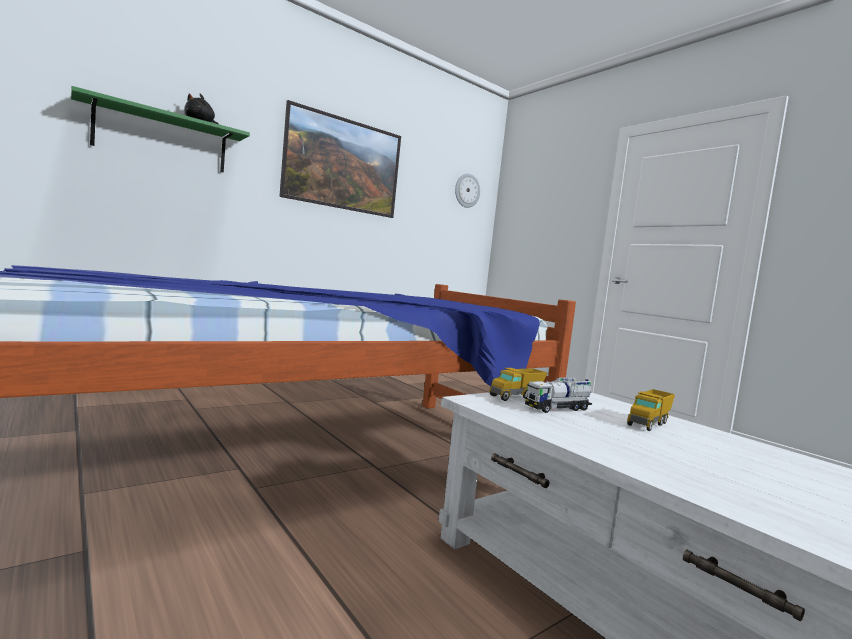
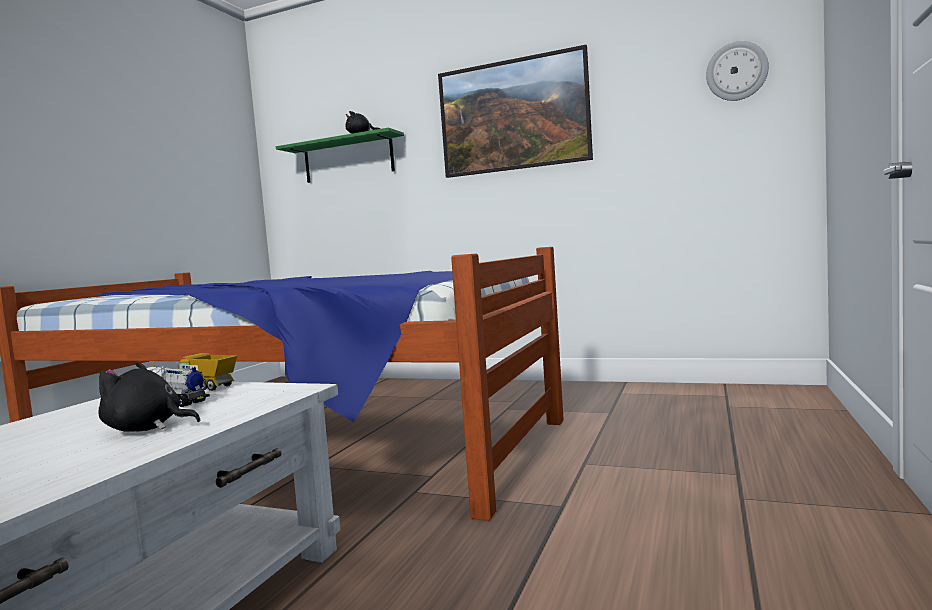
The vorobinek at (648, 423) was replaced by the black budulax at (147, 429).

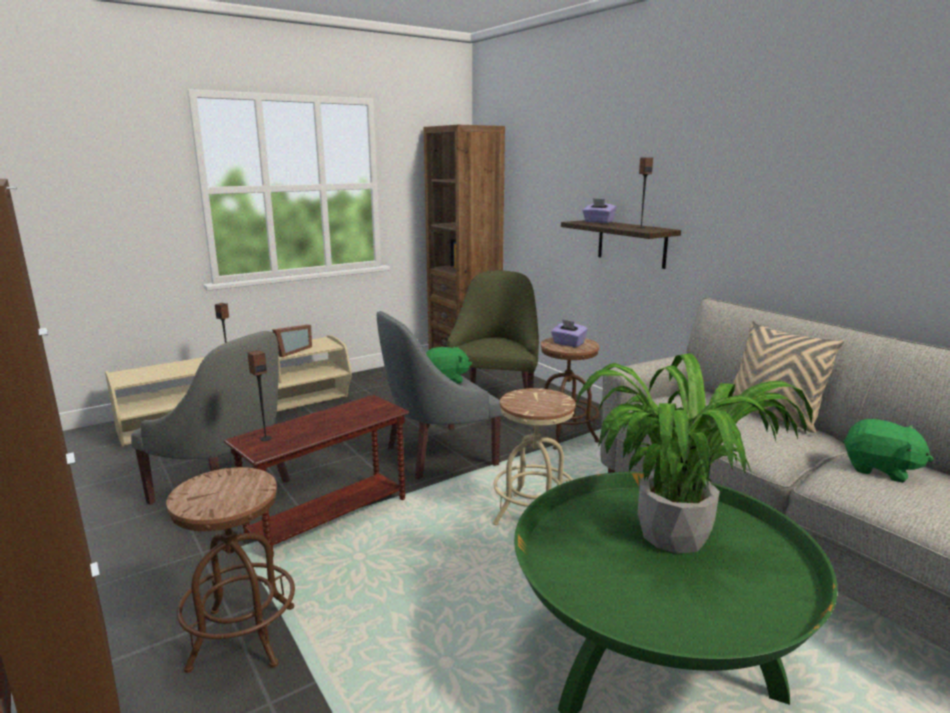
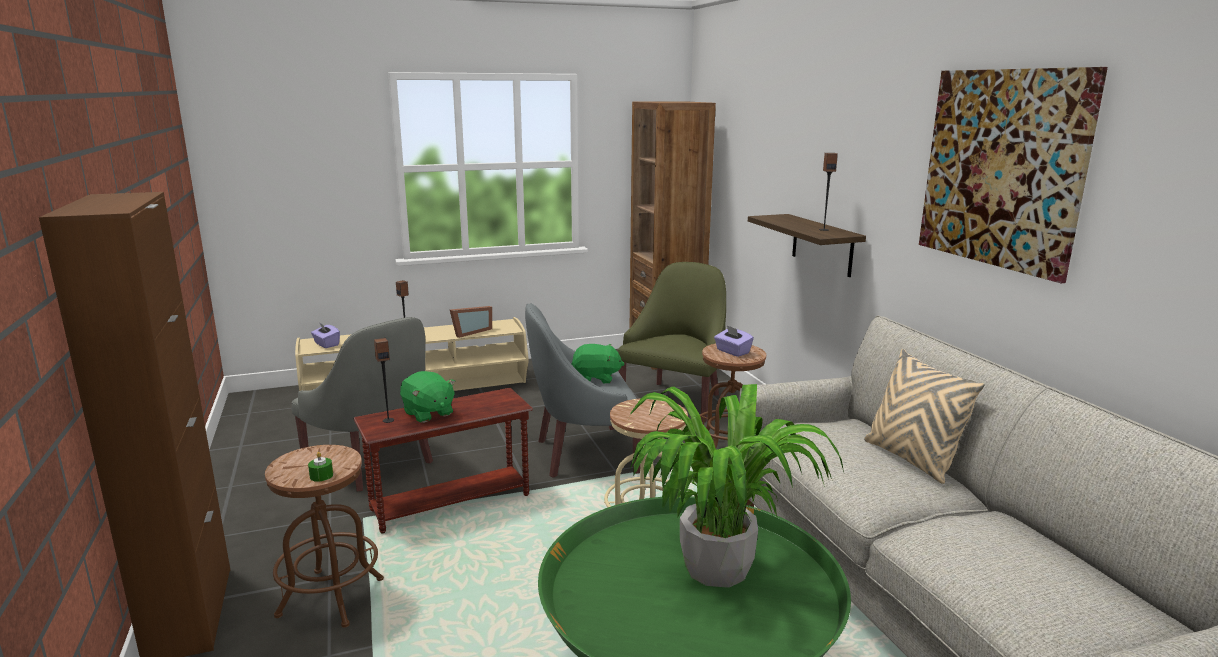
The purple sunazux moved from (598, 222) to (326, 344).
The green budulax moved from (880, 470) to (428, 413).
The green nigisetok at (321, 476) appeared.
The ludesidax at (1002, 169) appeared.

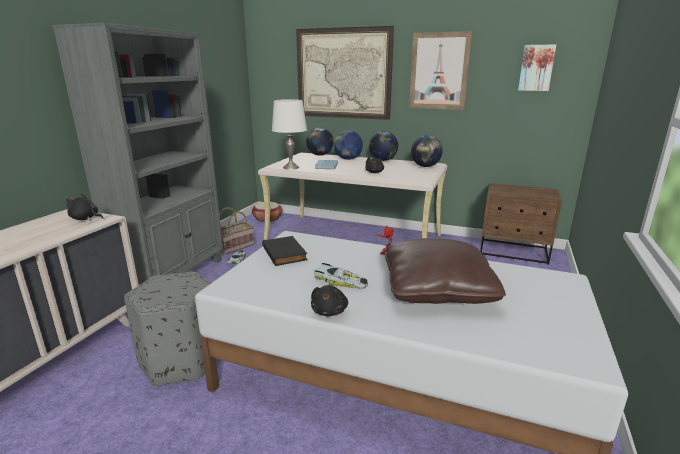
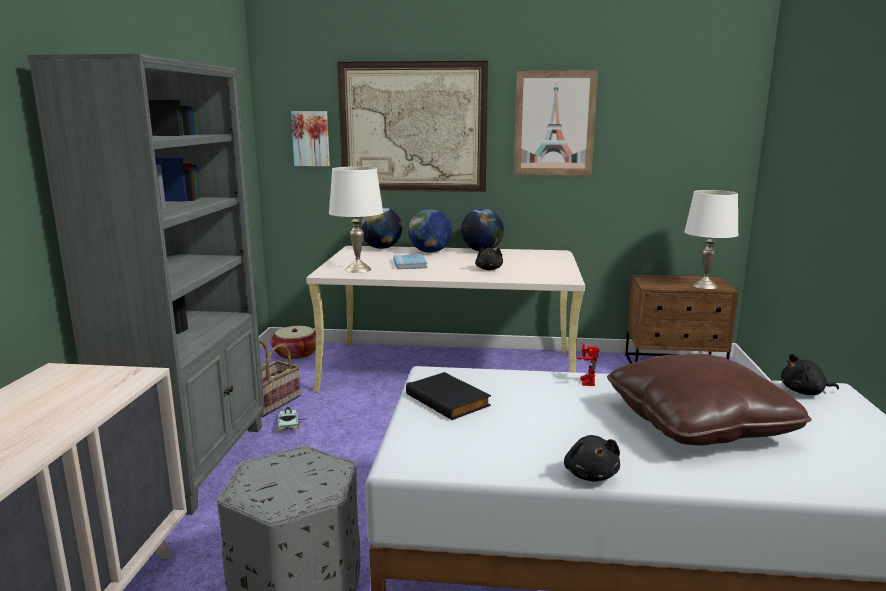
The black budulax moved from (85, 218) to (805, 392).
The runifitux at (341, 281) disappeared.
The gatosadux at (425, 166) disappeared.
The ludesidax moved from (536, 68) to (311, 138).
The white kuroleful at (705, 286) appeared.

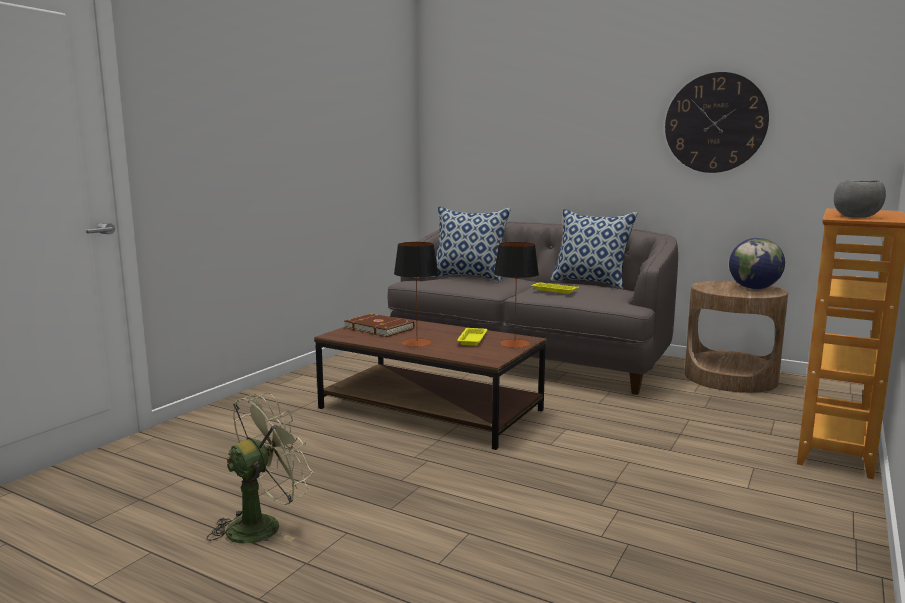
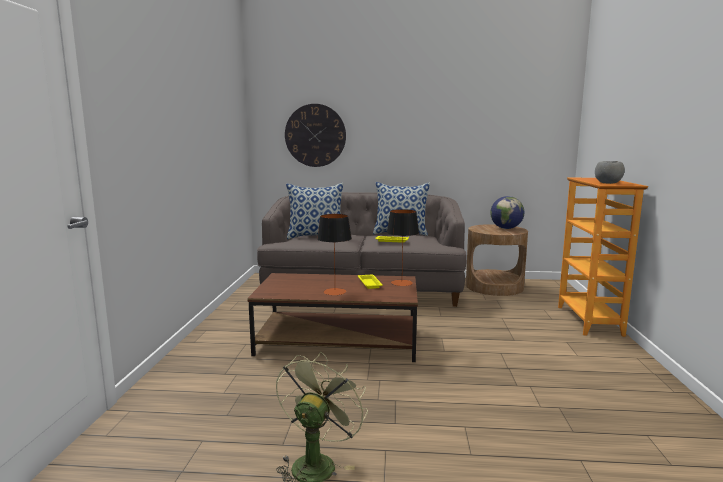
The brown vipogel at (379, 328) disappeared.
The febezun moved from (715, 123) to (315, 135).

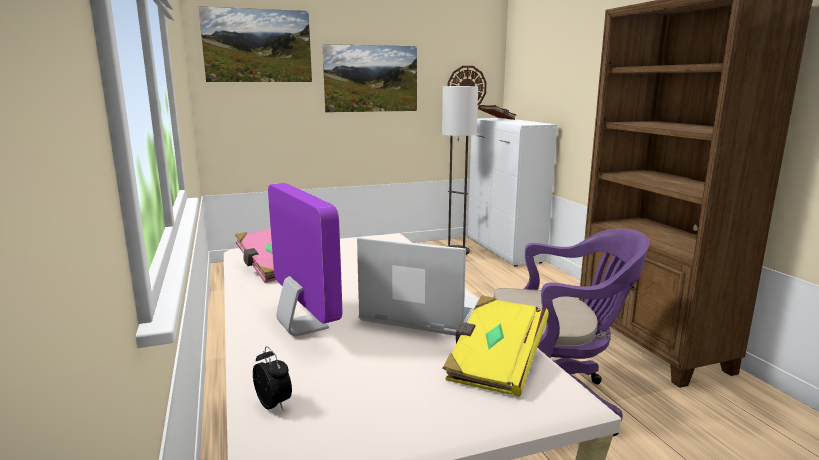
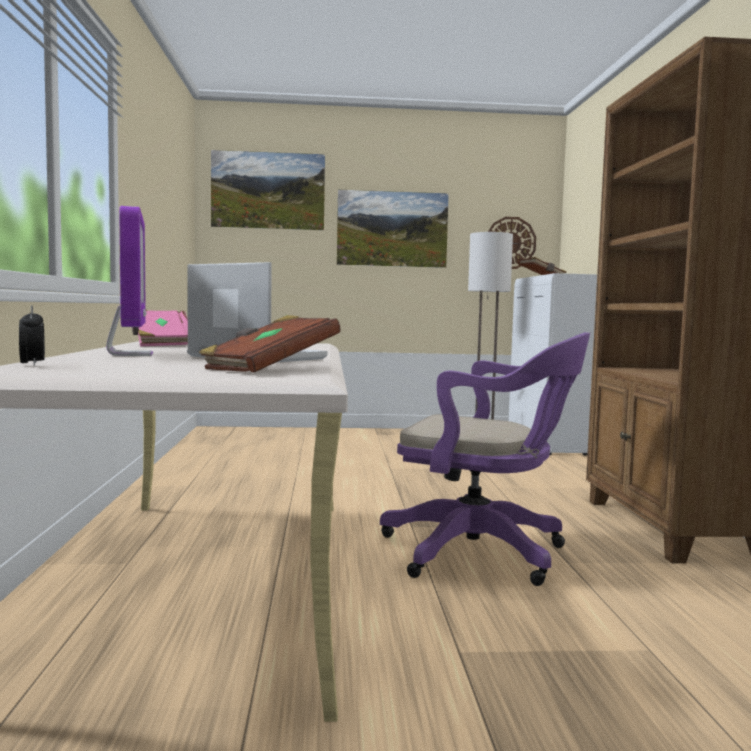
The yellow vipogel at (494, 364) became the brown vipogel at (270, 369).

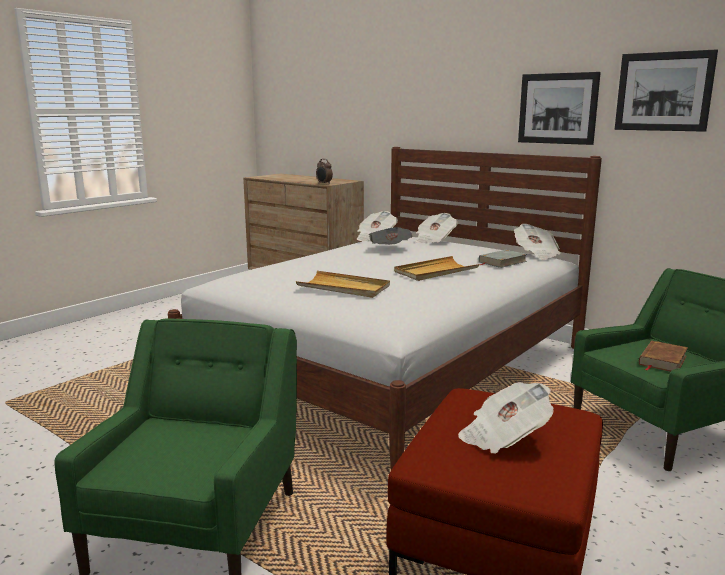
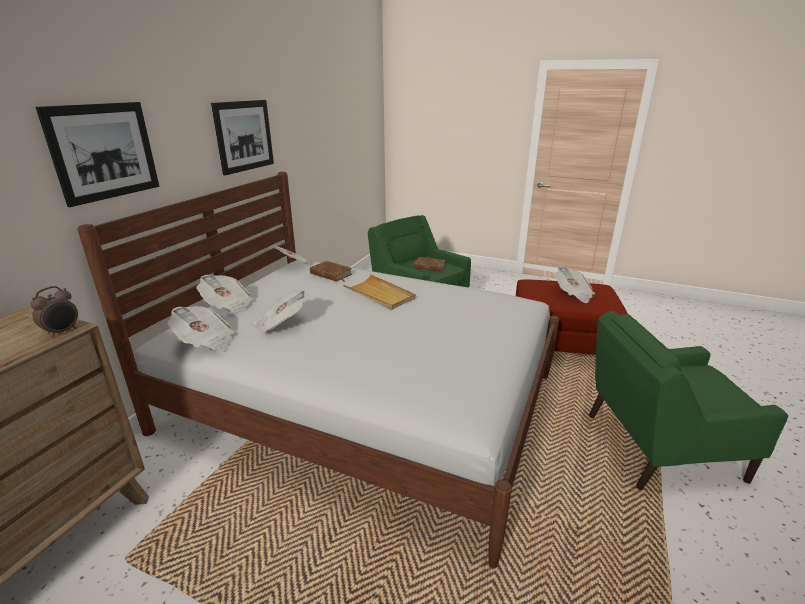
The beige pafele at (344, 288) disappeared.
The grey vipogel at (502, 262) became the brown vipogel at (331, 274).
The ludesidax moved from (663, 91) to (104, 151).

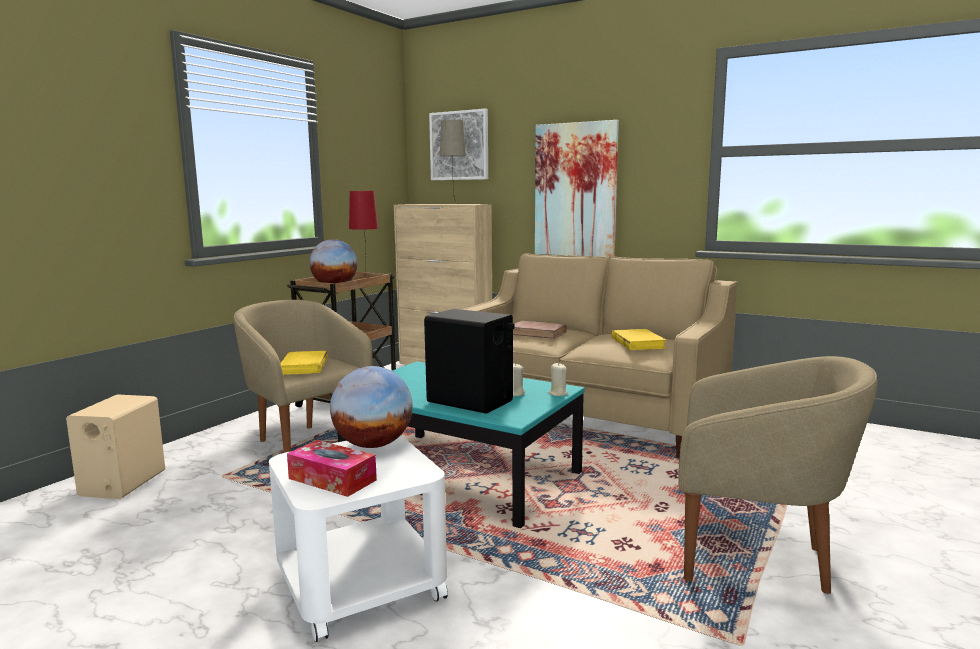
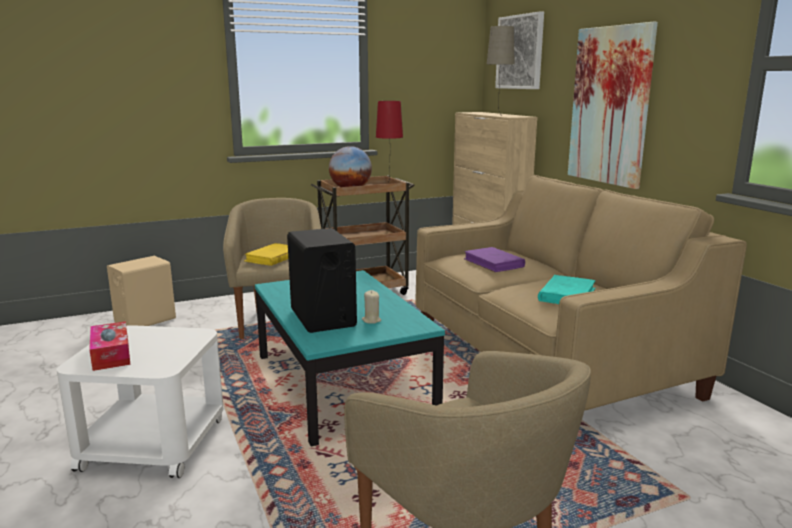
The gatosadux at (373, 445) disappeared.
The brown vipogel at (537, 333) became the purple vipogel at (493, 263).
The beige nigisetok at (557, 393) disappeared.
The yellow vipogel at (637, 343) became the turquoise vipogel at (567, 295).

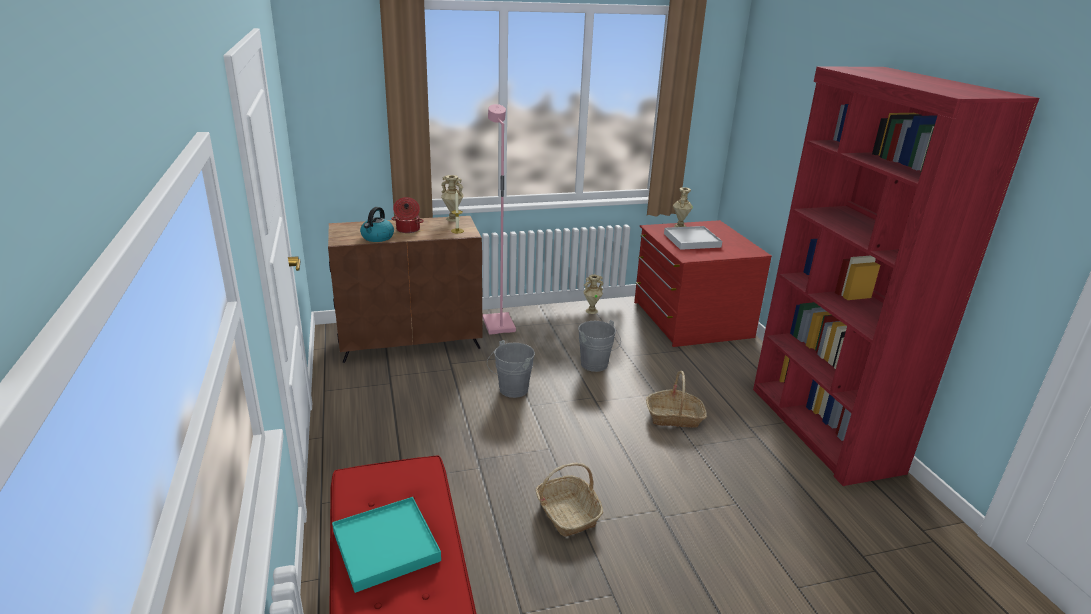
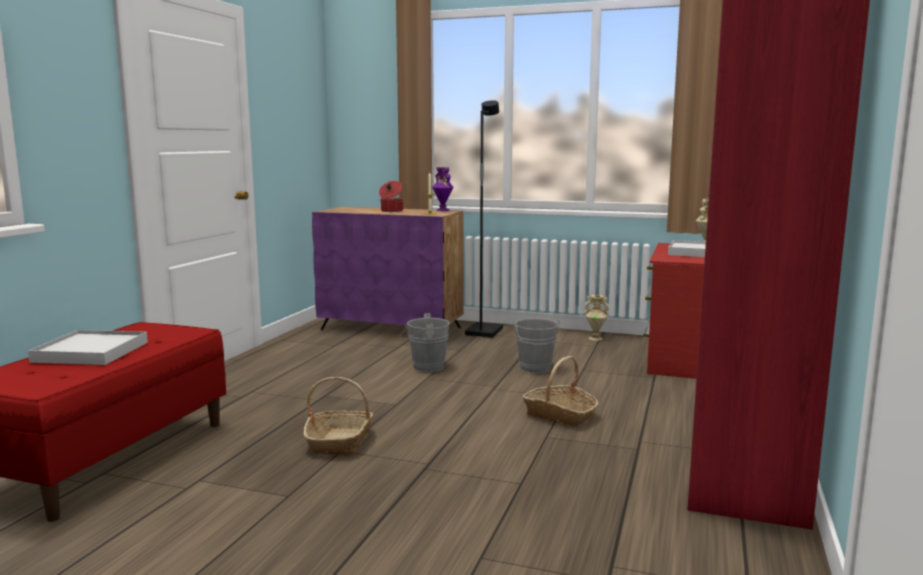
The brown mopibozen at (411, 341) became the purple mopibozen at (392, 328).
The turquoise pafele at (386, 546) became the white pafele at (91, 352).
The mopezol at (377, 237) disappeared.
The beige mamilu at (452, 219) became the purple mamilu at (442, 210).
The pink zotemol at (497, 325) became the black zotemol at (483, 332).

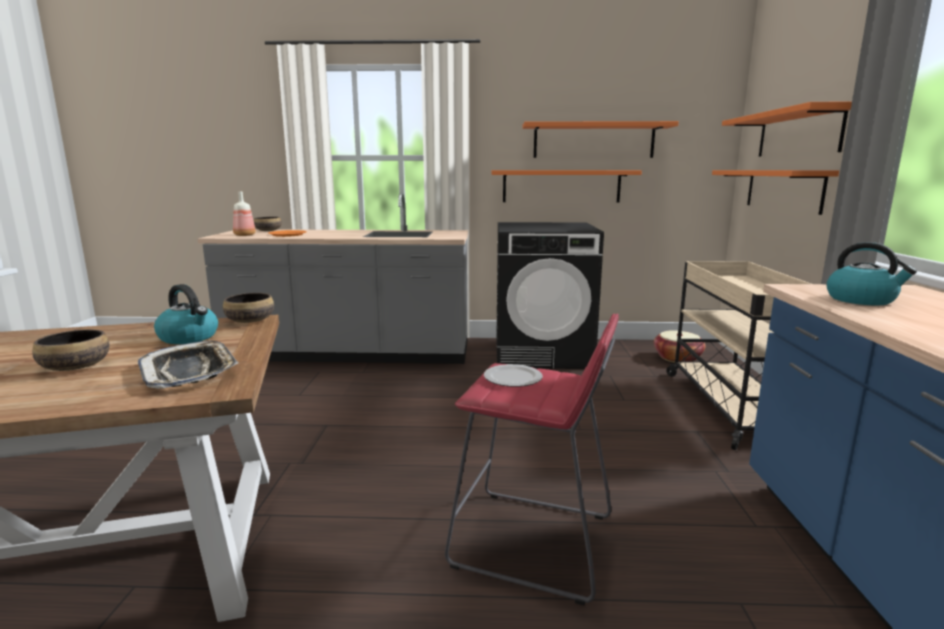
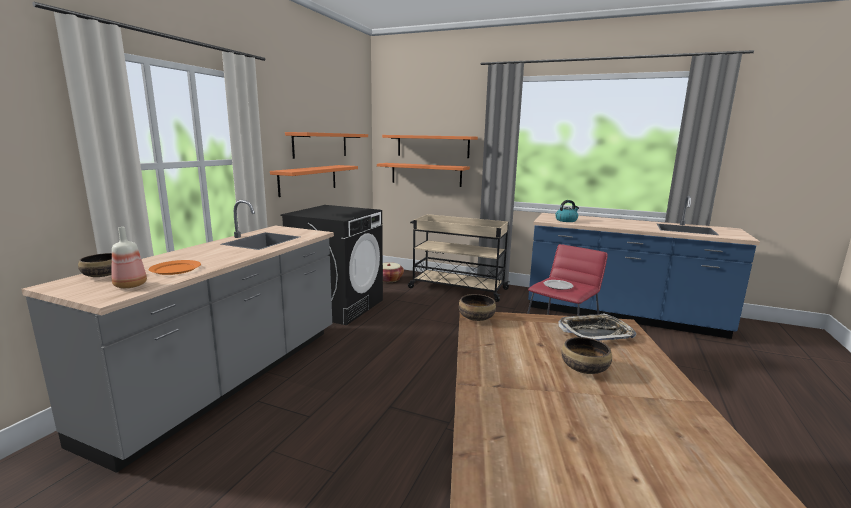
The mopezol at (189, 337) disappeared.

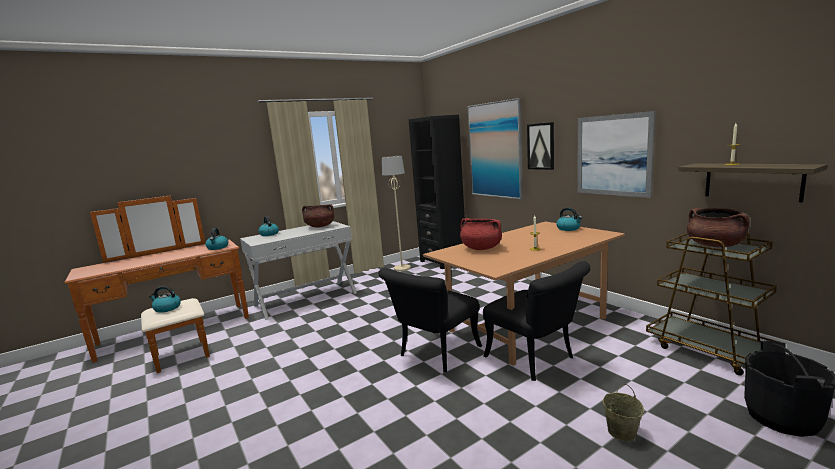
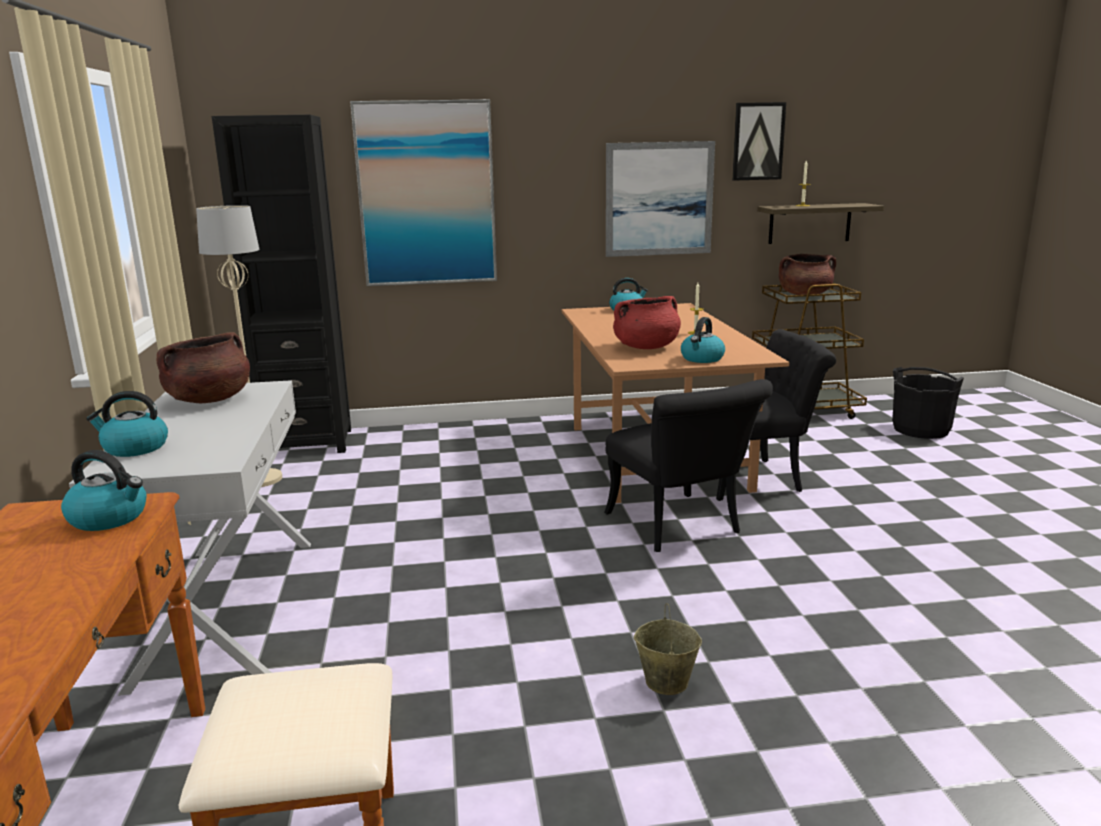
The mopezol moved from (167, 308) to (702, 359).
The ludesidax moved from (541, 146) to (758, 141).
The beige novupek moved from (621, 431) to (665, 681).

